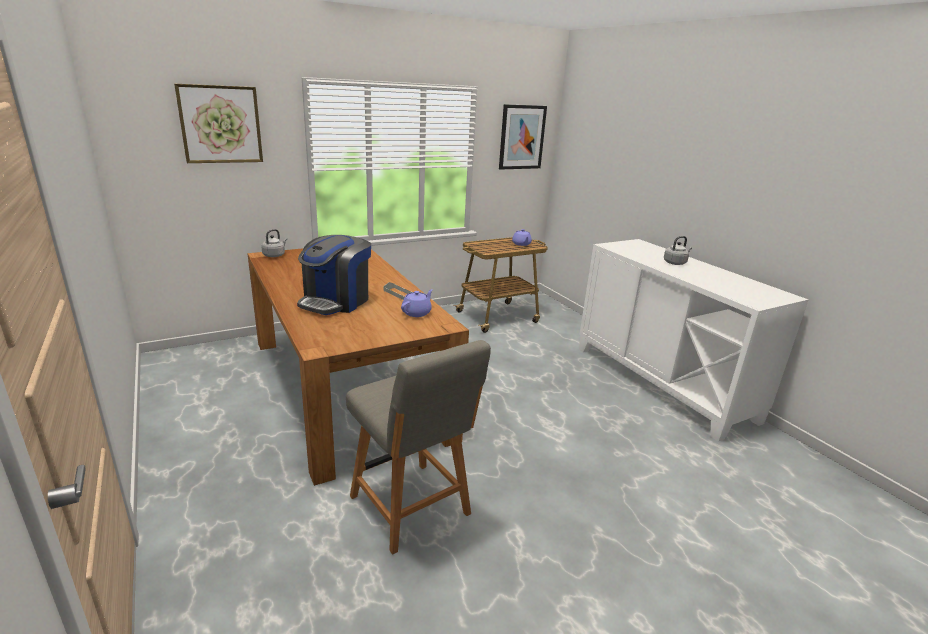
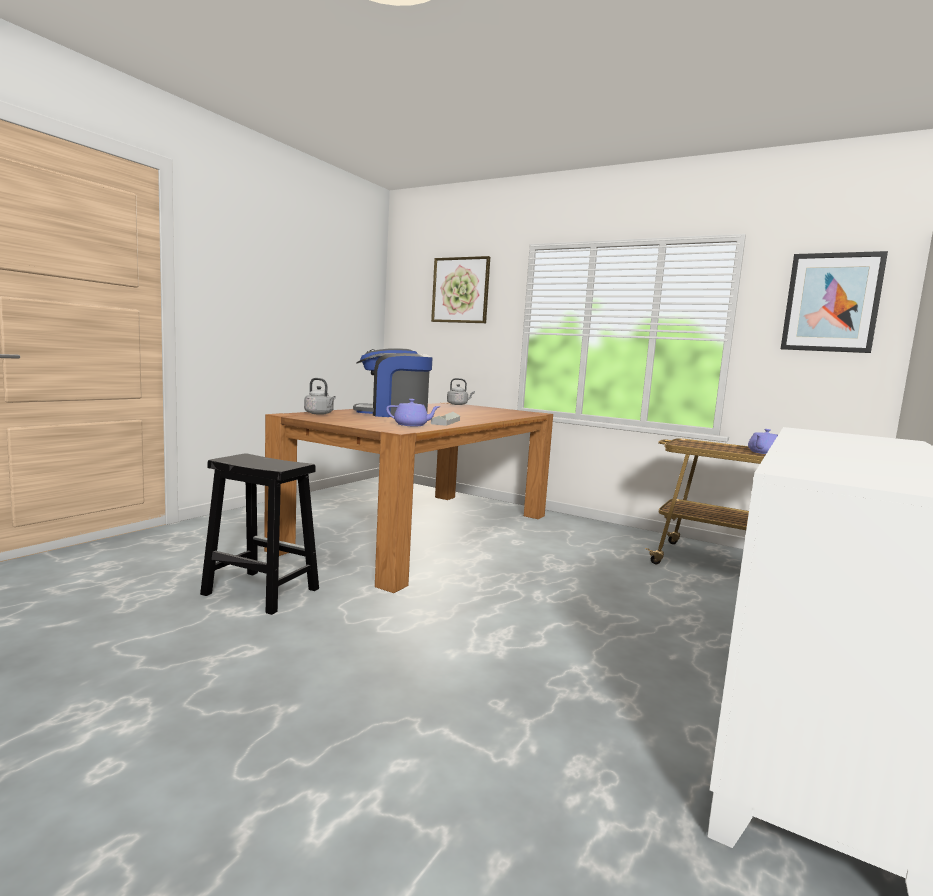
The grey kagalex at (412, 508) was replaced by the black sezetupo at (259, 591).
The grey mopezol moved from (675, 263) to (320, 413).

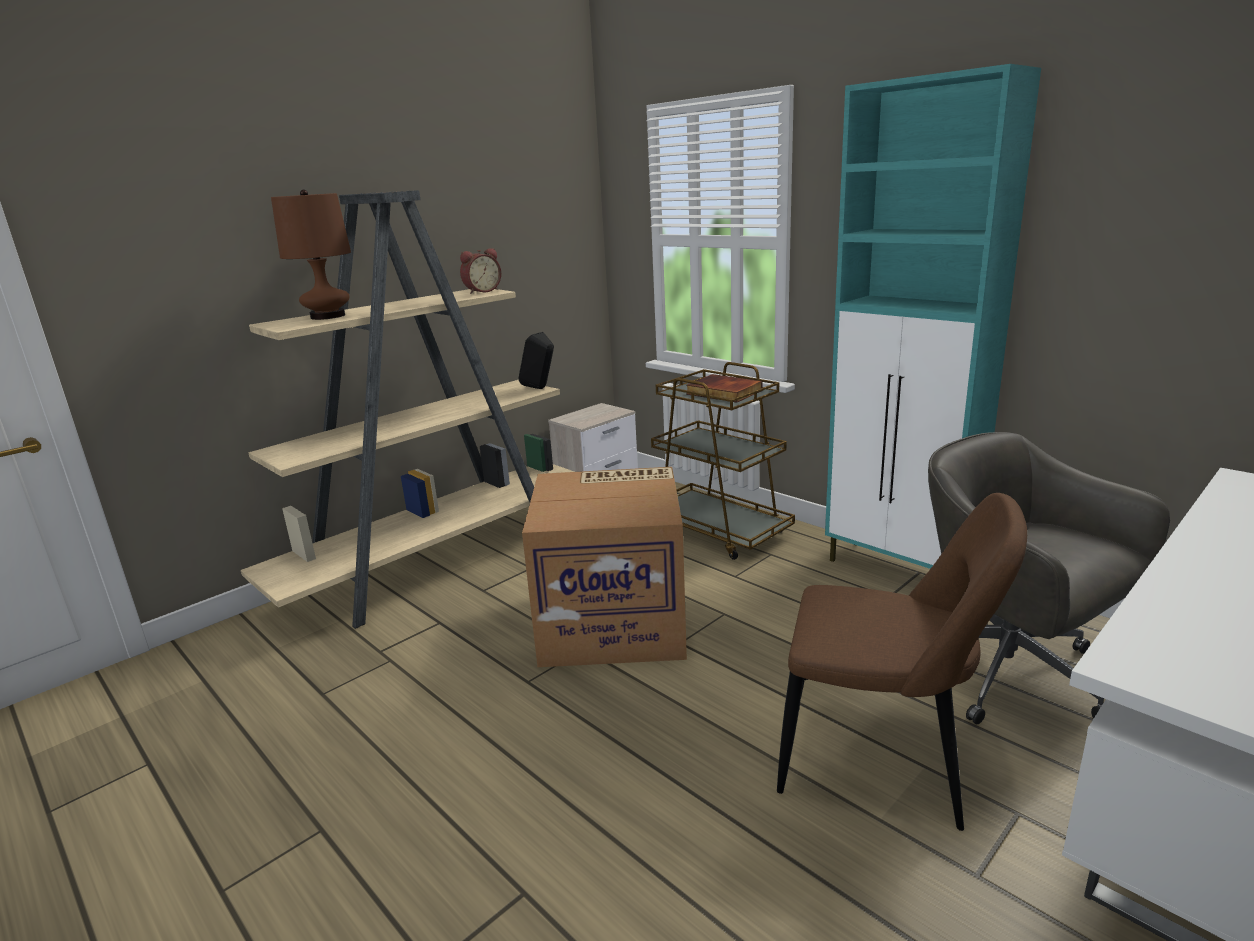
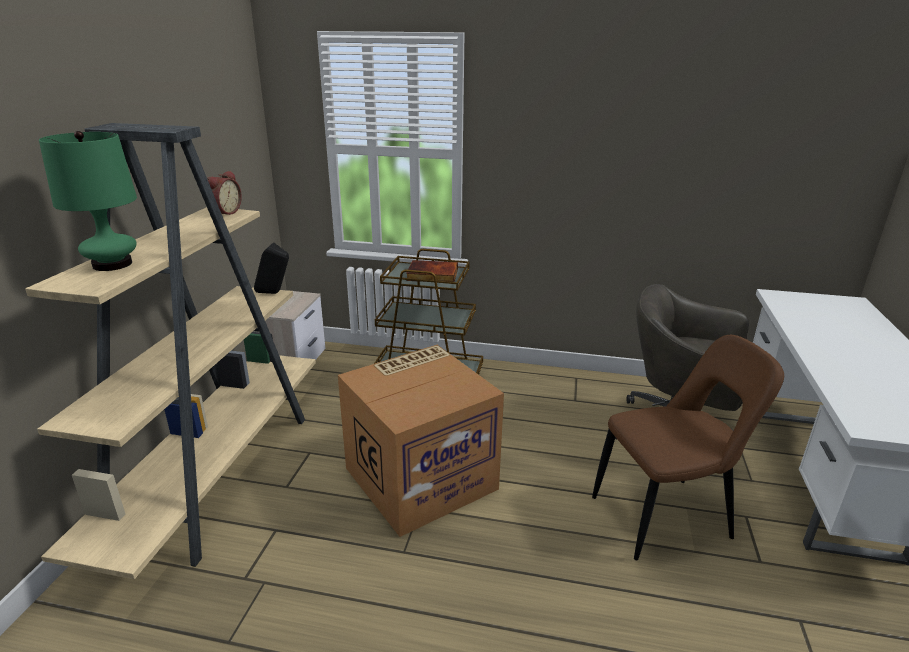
The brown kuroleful at (328, 316) became the green kuroleful at (112, 264).
The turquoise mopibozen at (899, 570) disappeared.

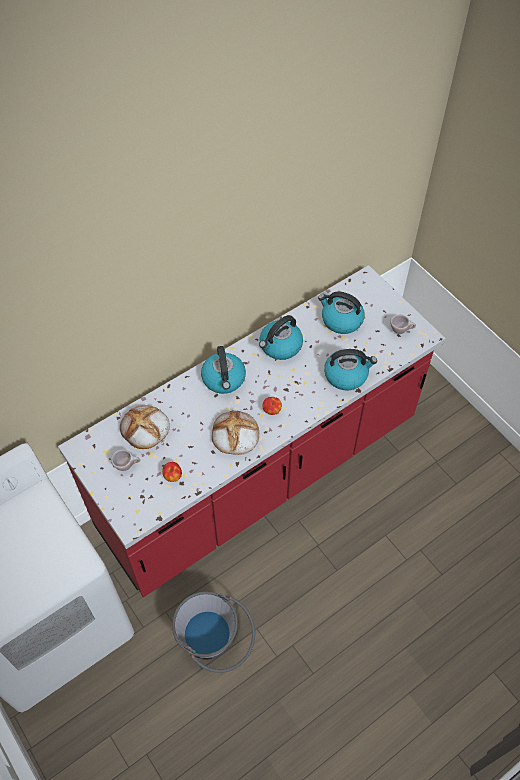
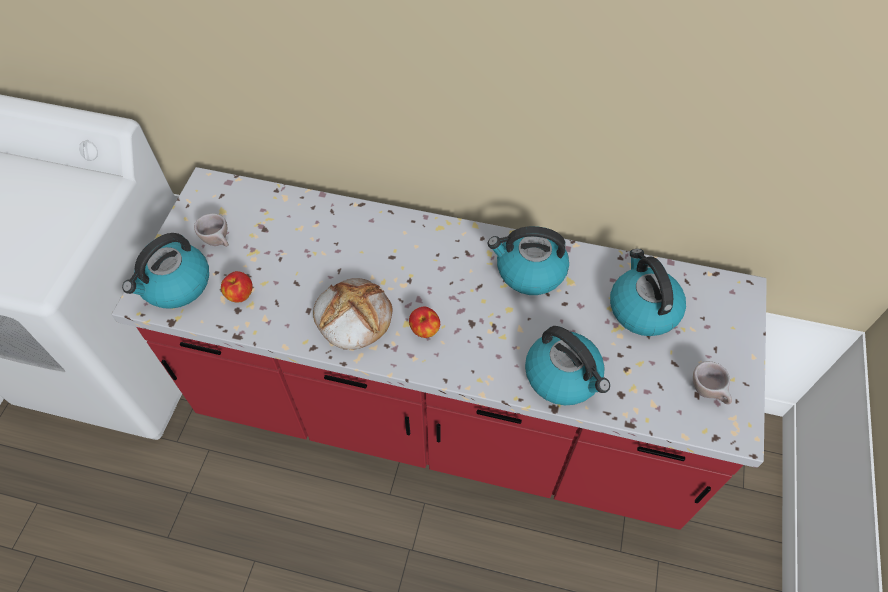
The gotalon at (145, 429) disappeared.
The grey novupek at (216, 643) disappeared.
The mopezol moved from (224, 379) to (176, 285).

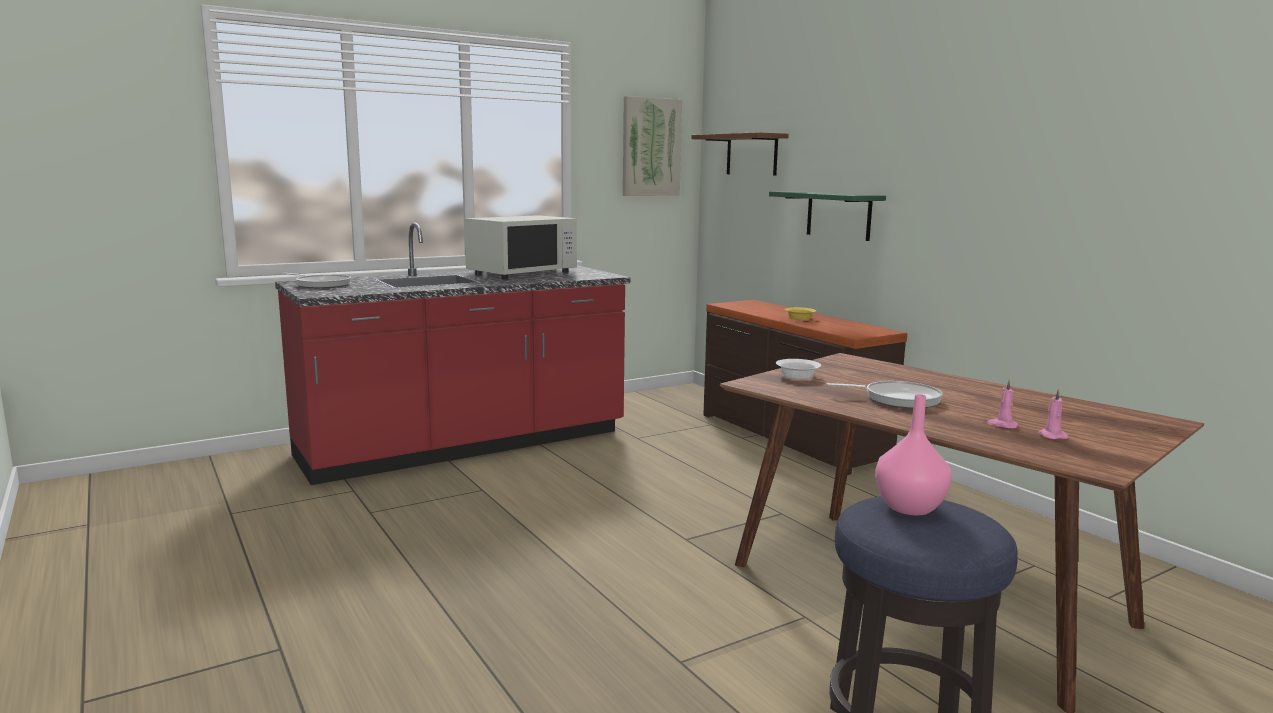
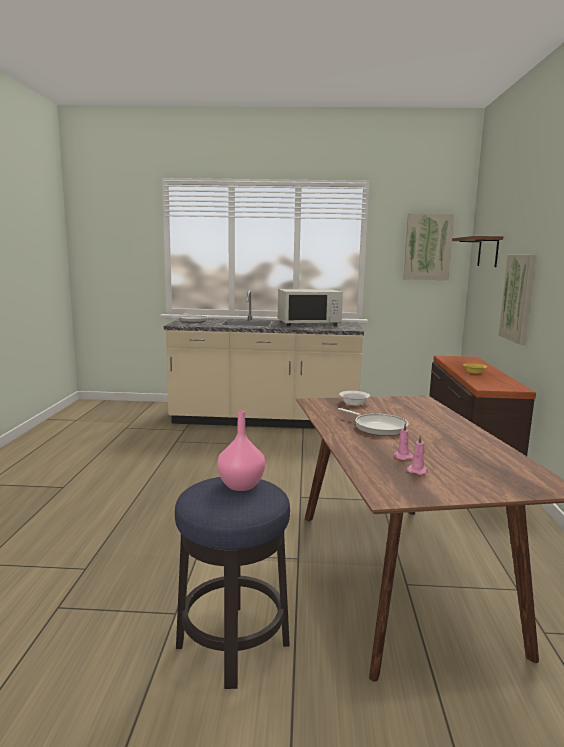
The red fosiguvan at (465, 445) became the beige fosiguvan at (264, 420).
The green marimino at (838, 215) was replaced by the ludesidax at (518, 298).

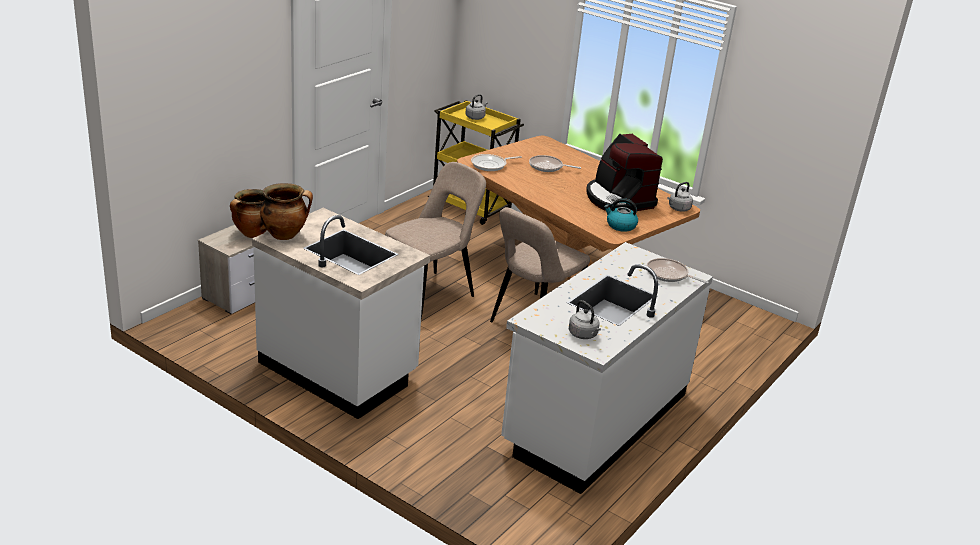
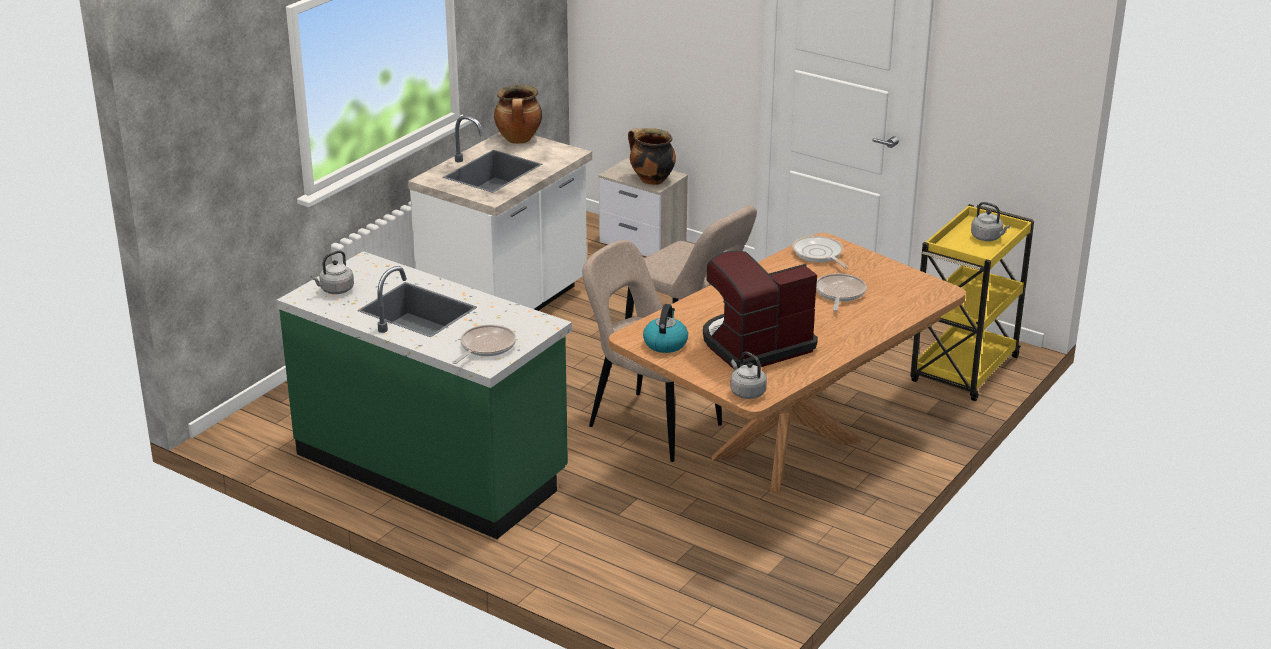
The white fosiguvan at (594, 420) became the green fosiguvan at (432, 466).

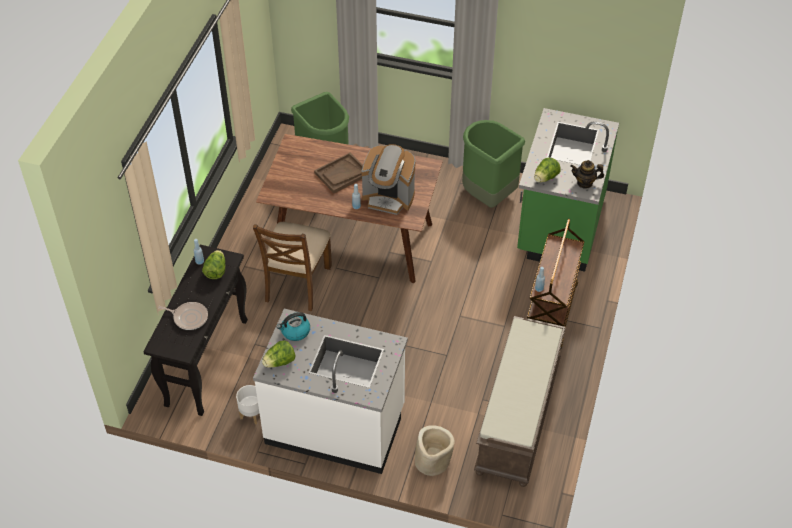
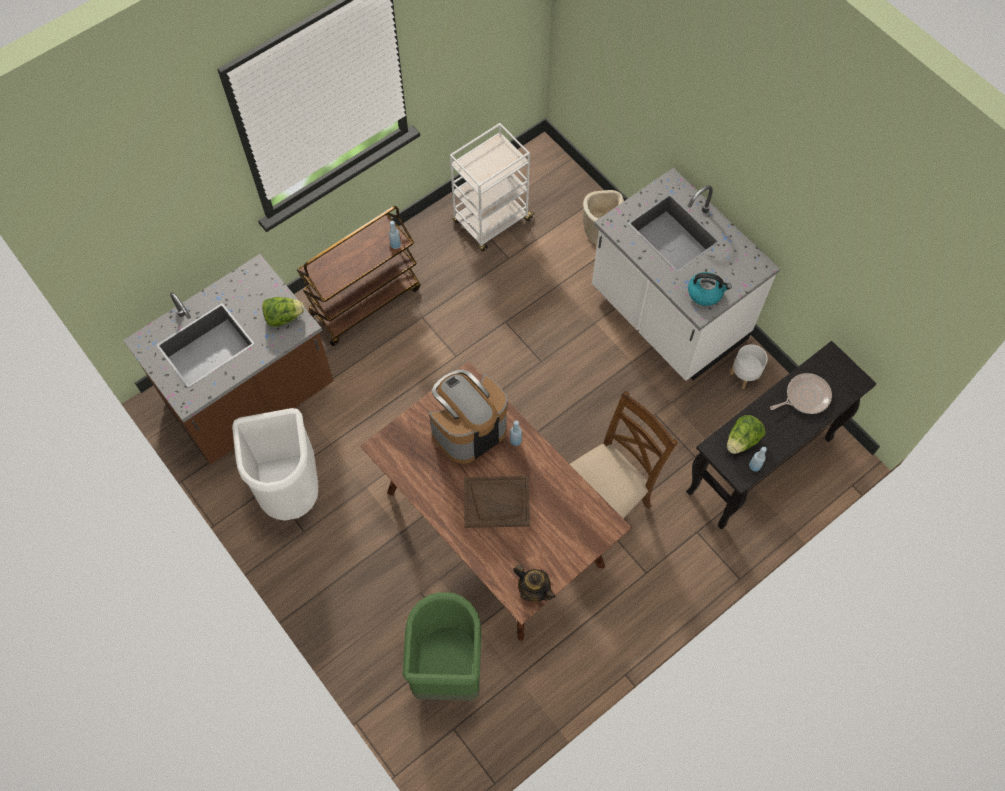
The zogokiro at (189, 317) turned 105 degrees clockwise.
The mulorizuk at (280, 362) disappeared.
The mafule at (388, 197) turned 90 degrees counterclockwise.
The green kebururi at (487, 196) became the white kebururi at (291, 489).
The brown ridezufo at (518, 418) was replaced by the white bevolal at (491, 221).
The green fosiguvan at (559, 225) became the brown fosiguvan at (252, 398).
The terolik moved from (585, 183) to (533, 589).

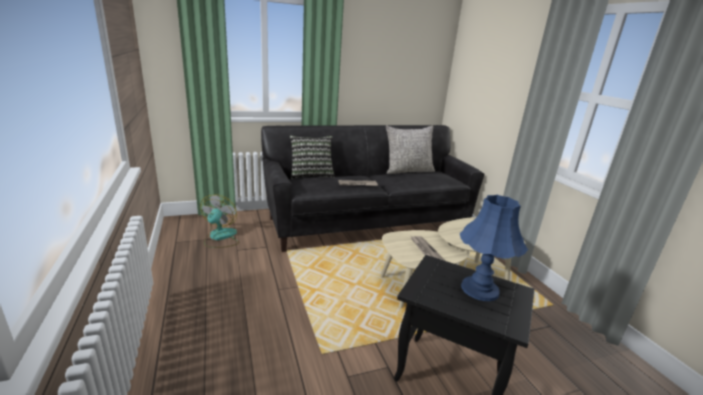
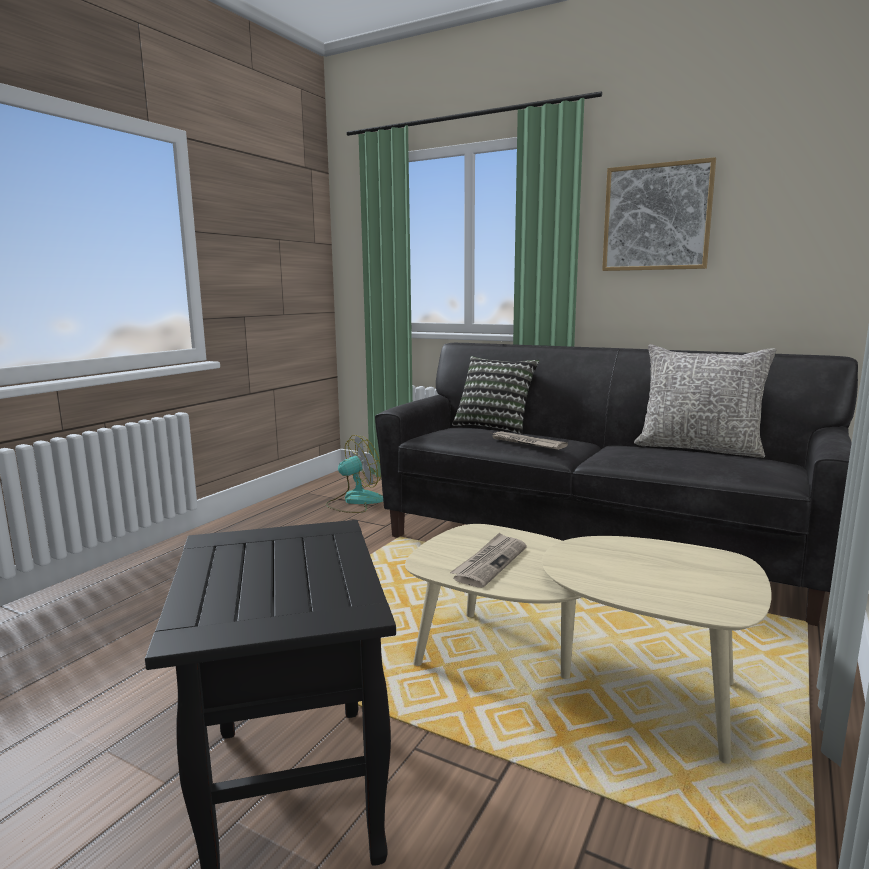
The blue kuroleful at (480, 289) disappeared.
The ludesidax at (656, 217) appeared.

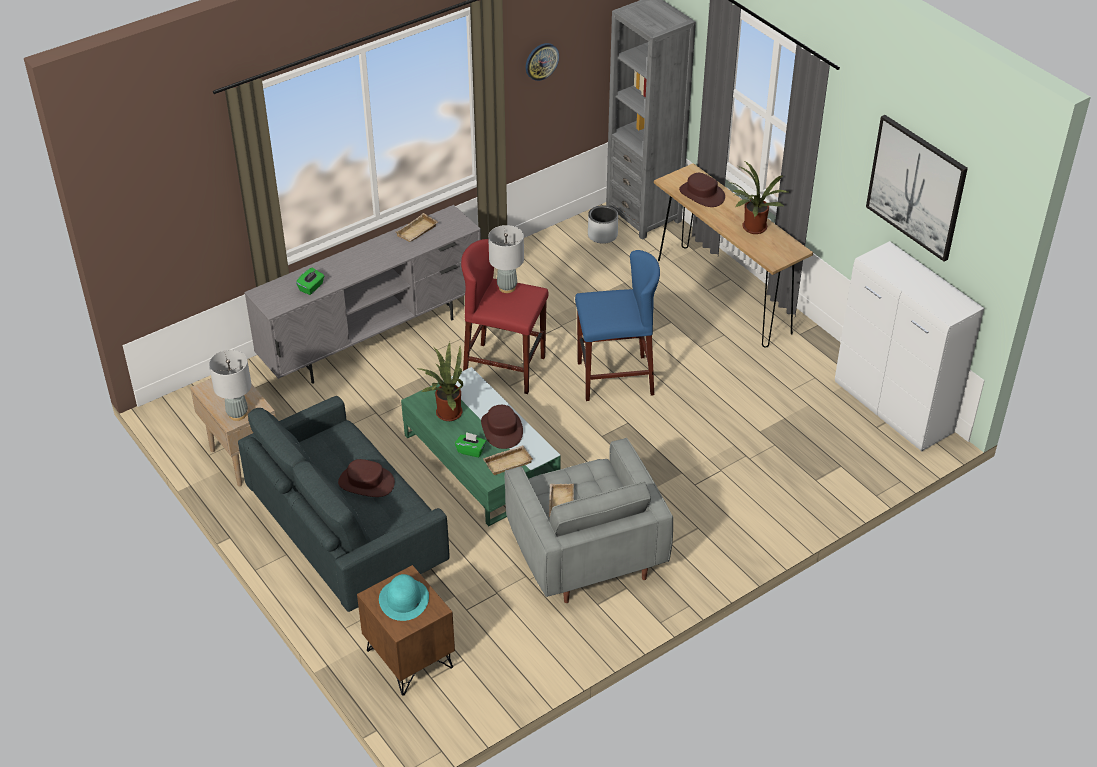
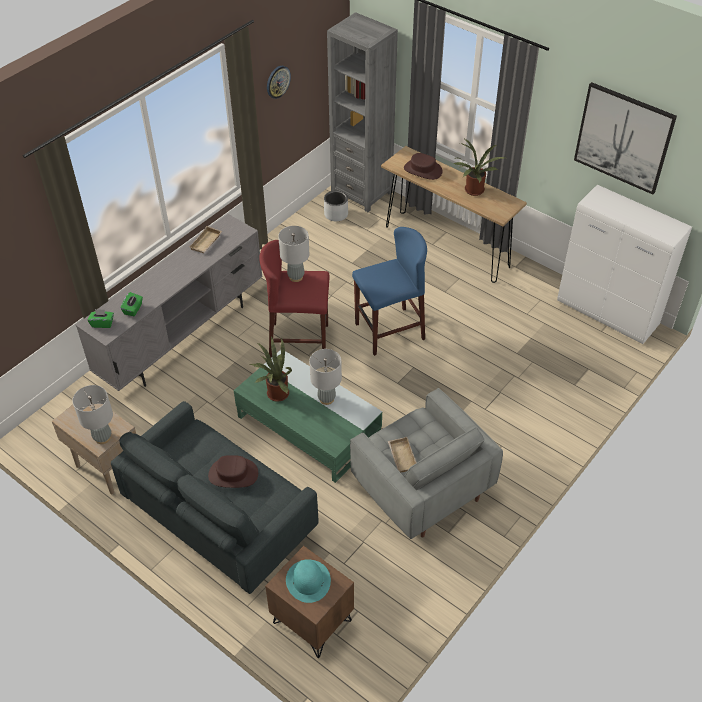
The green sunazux moved from (471, 450) to (102, 323).
The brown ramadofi at (502, 429) was replaced by the grey kuroleful at (326, 399).
The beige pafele at (508, 462) disappeared.

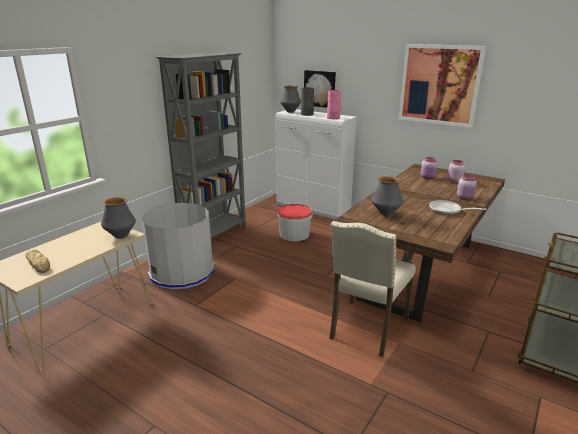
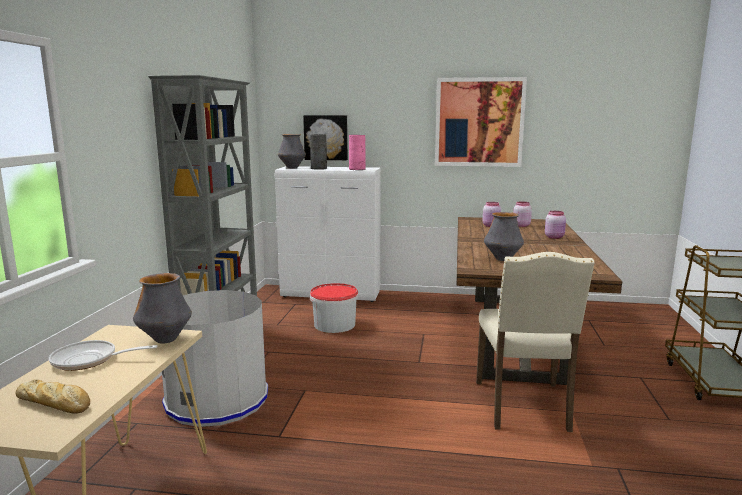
The zogokiro moved from (447, 210) to (90, 360).

